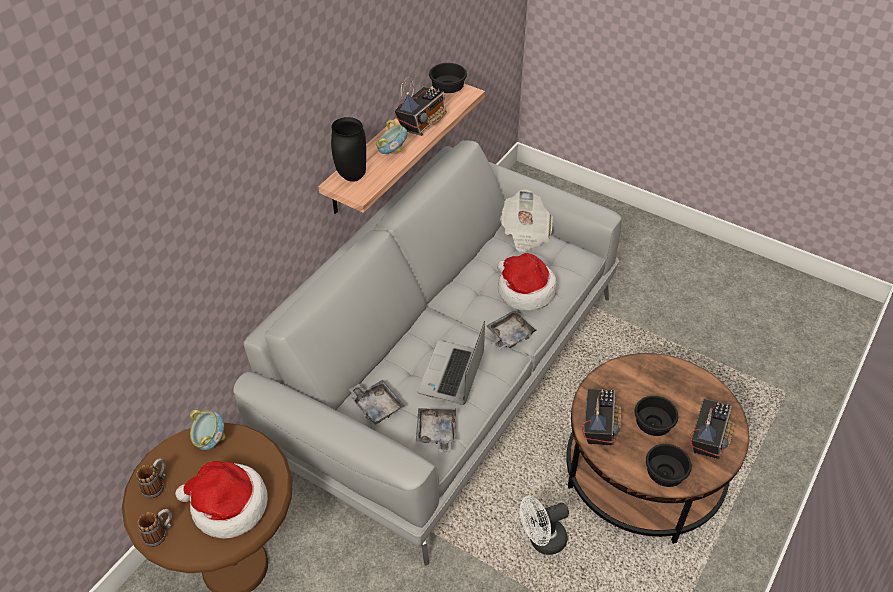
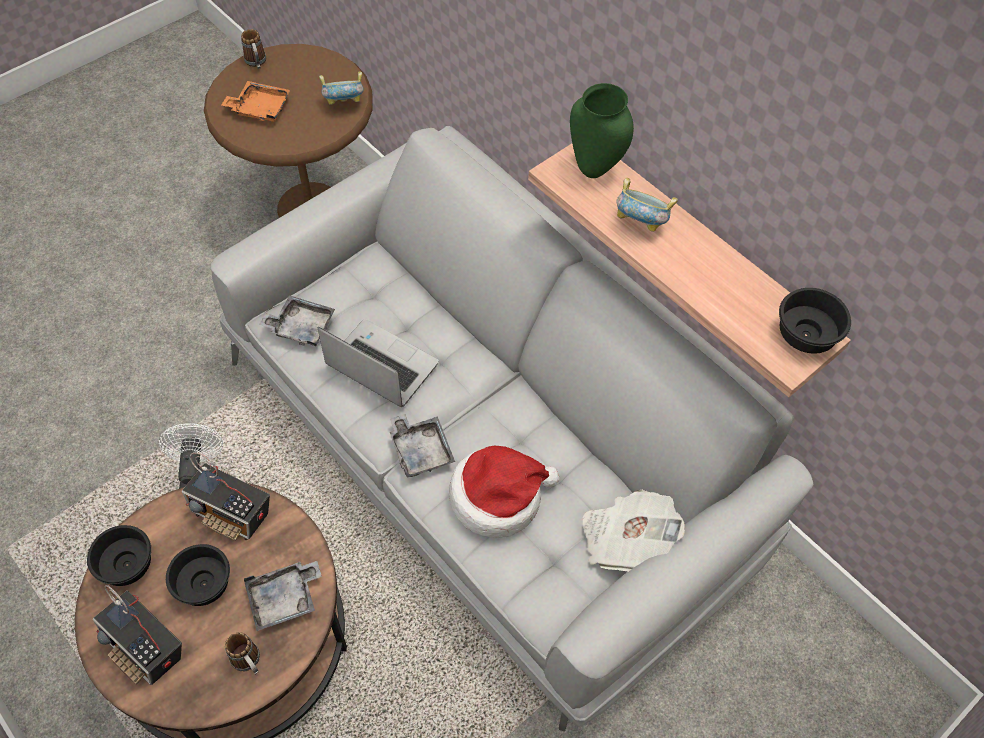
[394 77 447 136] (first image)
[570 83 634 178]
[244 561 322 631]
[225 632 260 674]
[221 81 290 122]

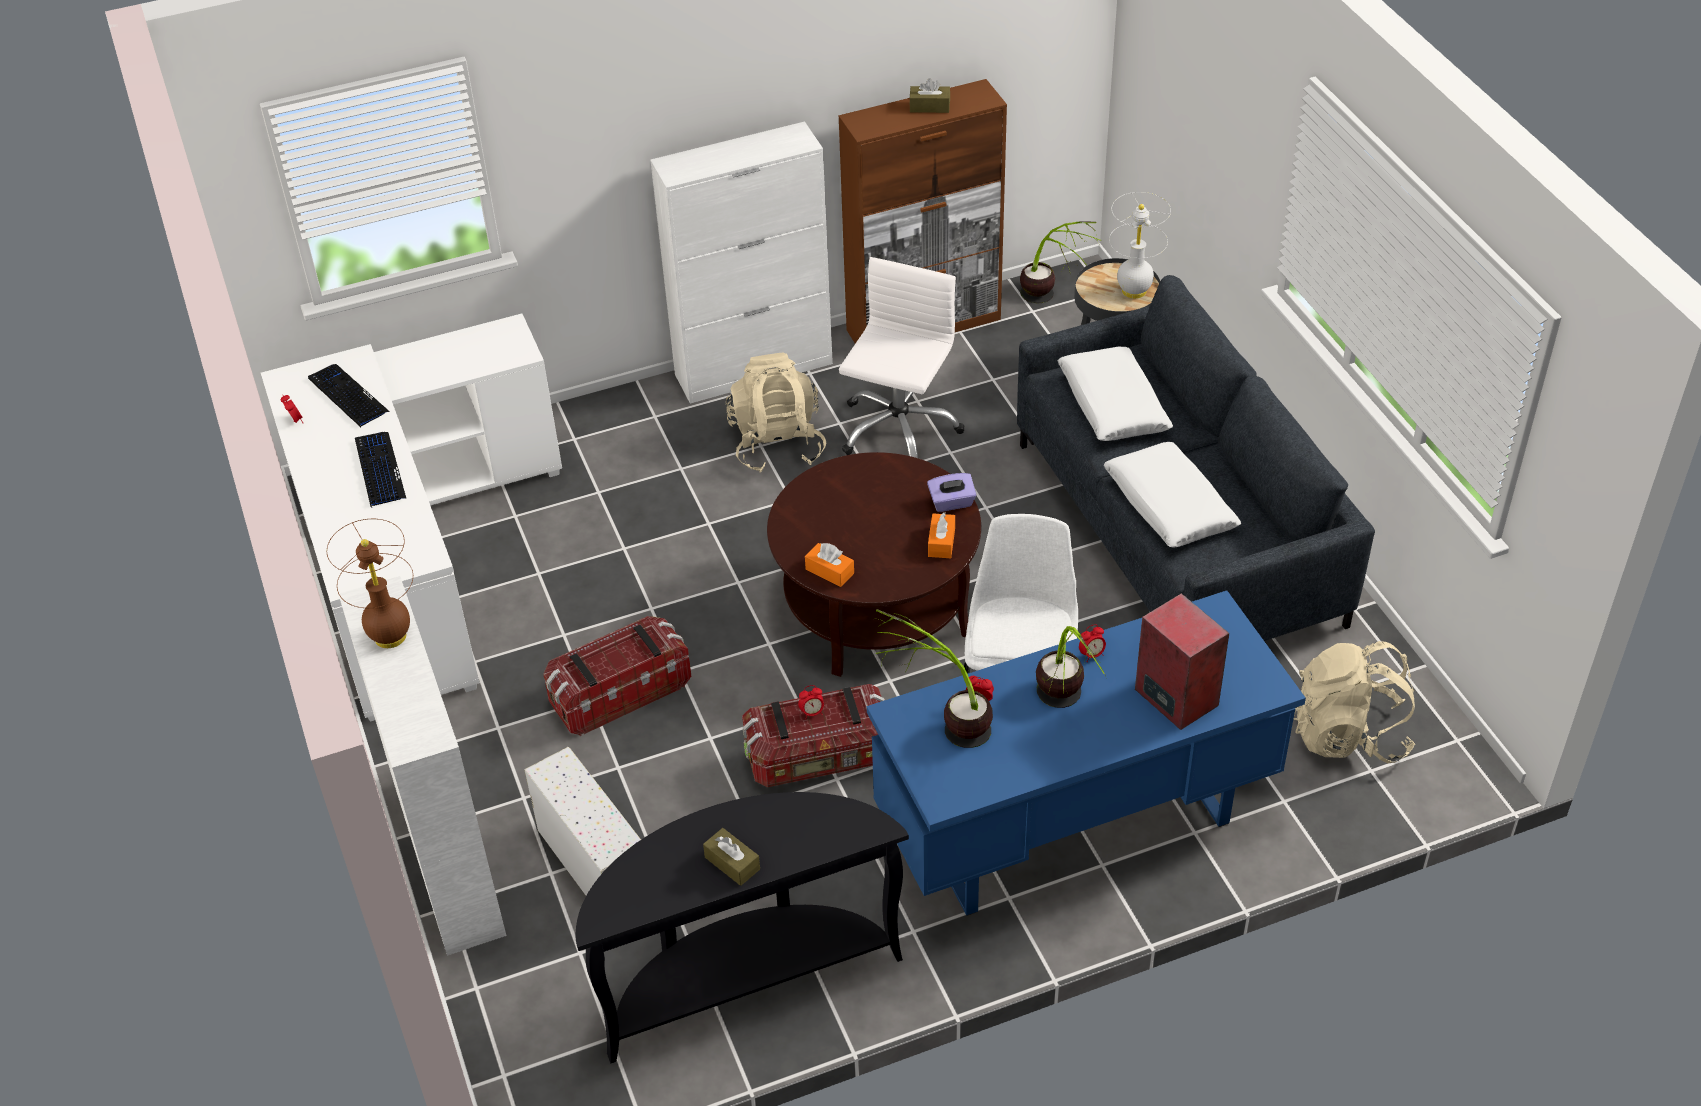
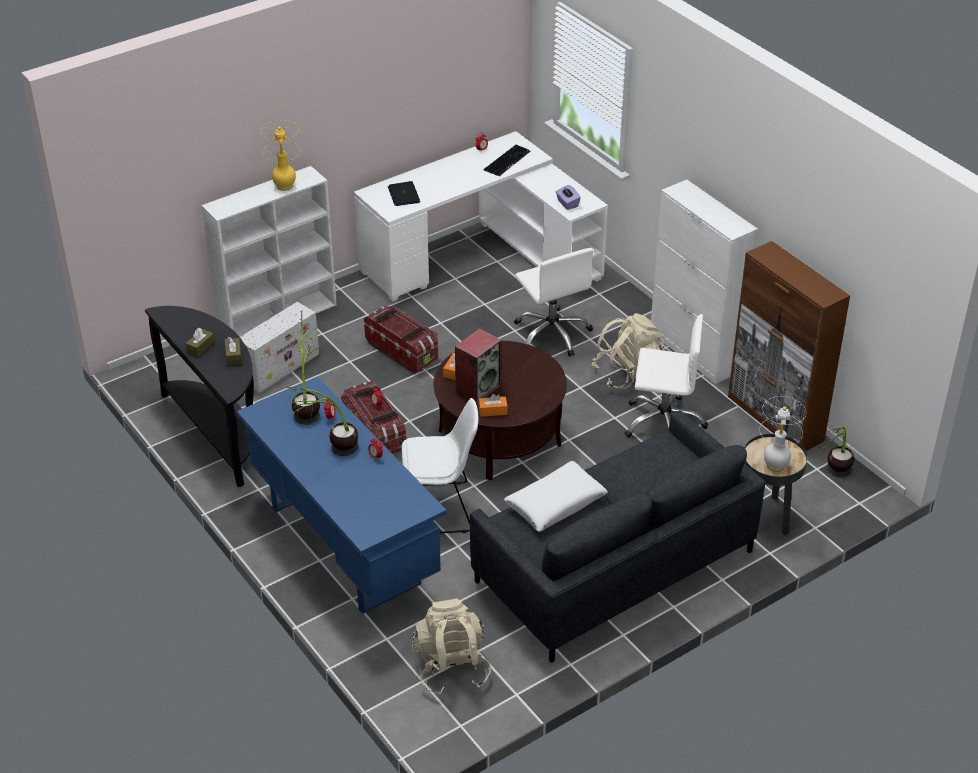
[225 337 242 365]
[1058 347 1173 441] (first image)
[355 432 406 507] (first image)
[556 185 581 210]
[260 120 301 191]
[455 328 501 404]
[388 181 420 206]
[514 248 594 357]

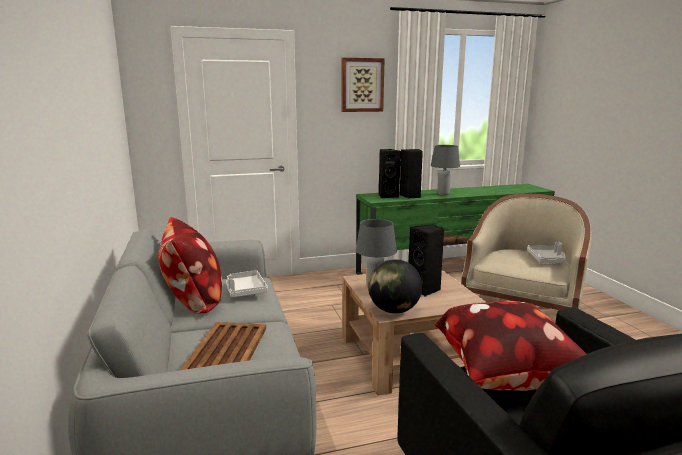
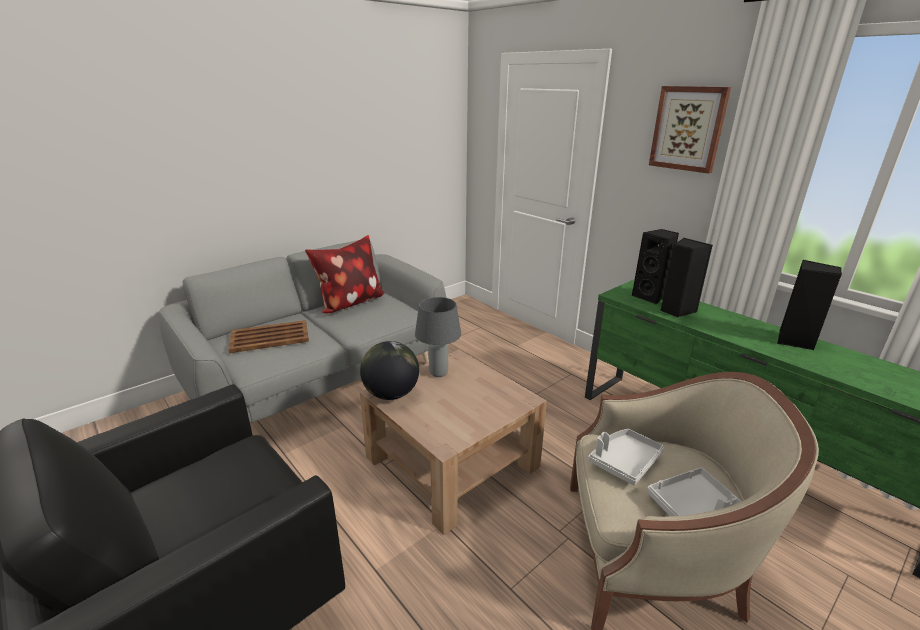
[431 145 460 196] (first image)
[777 260 842 350]
[588 429 664 486]
[435 302 586 391] (first image)

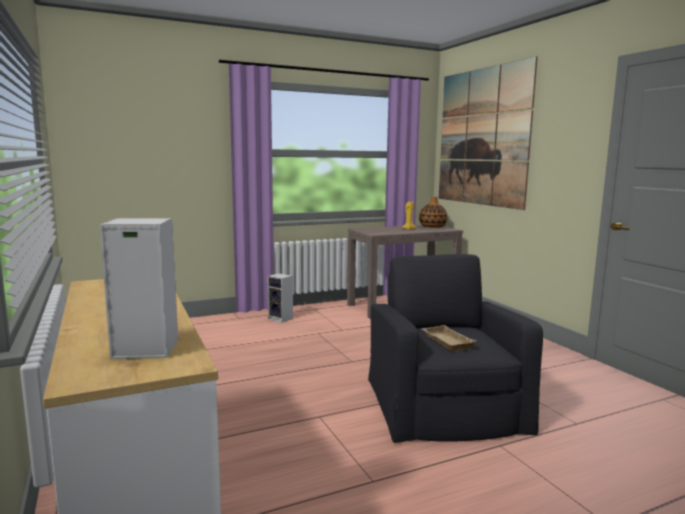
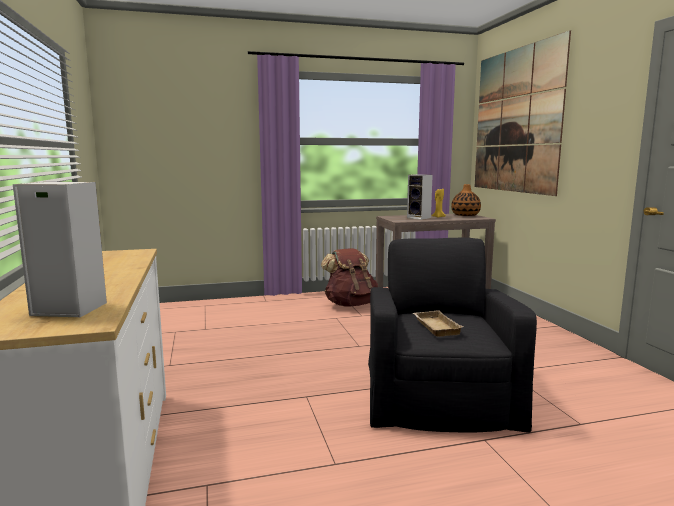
[407 174 433 220]
[321 248 378 307]

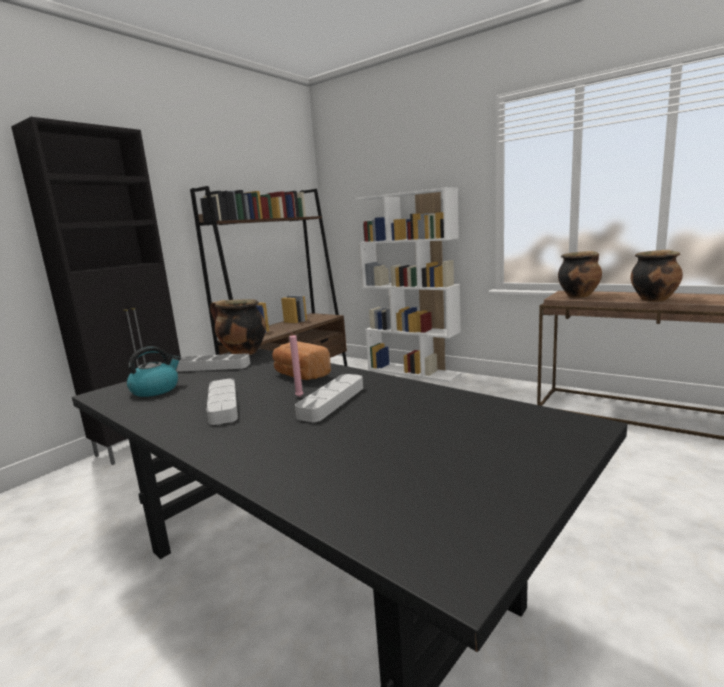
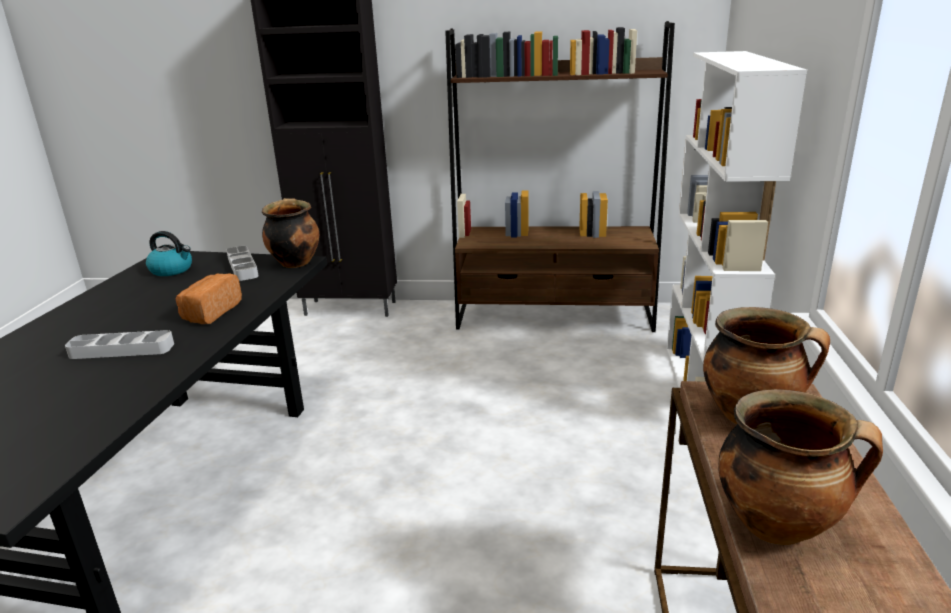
[287 329 304 397] (first image)
[207 379 238 425] (first image)

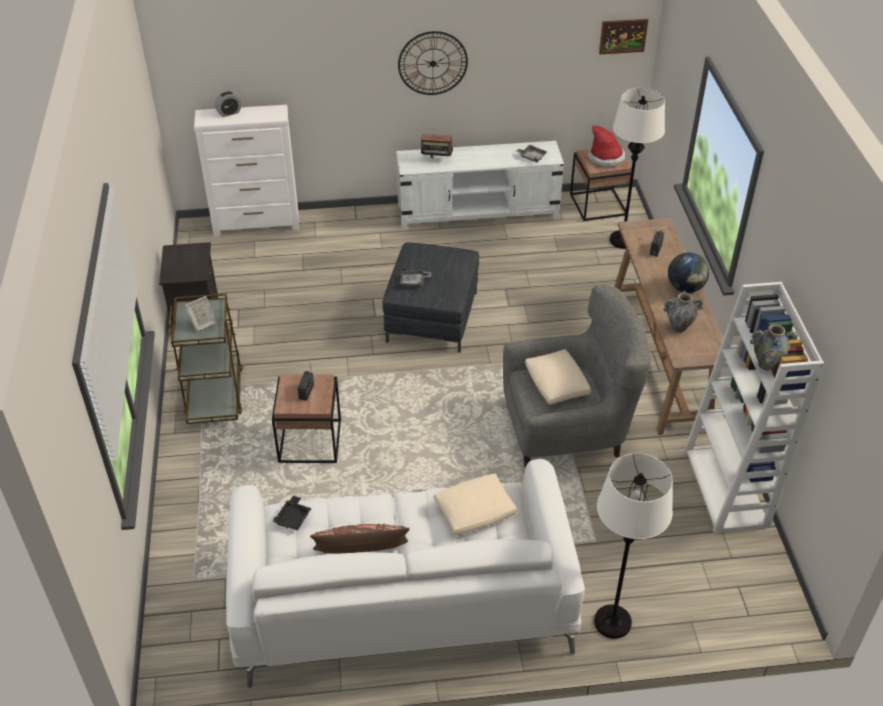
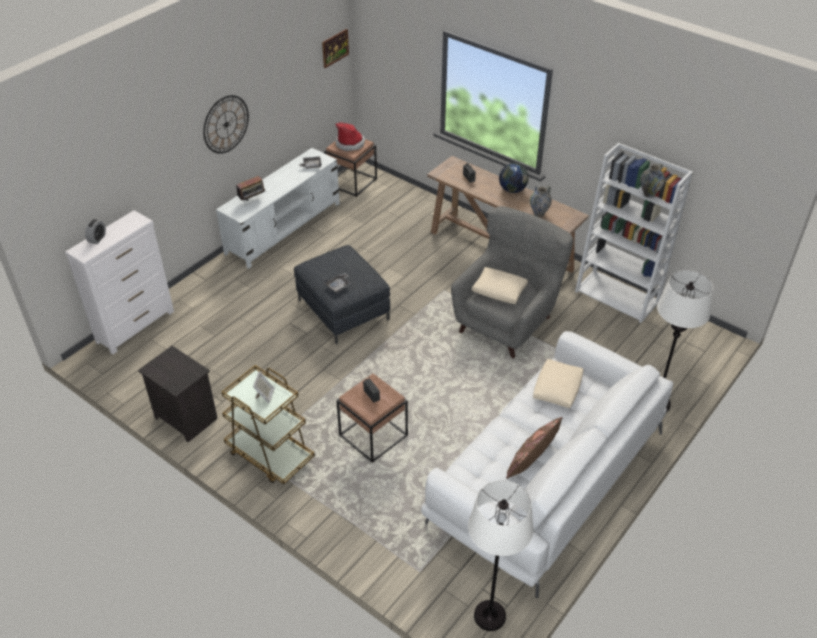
[468 480 534 631]
[273 495 312 531] (first image)

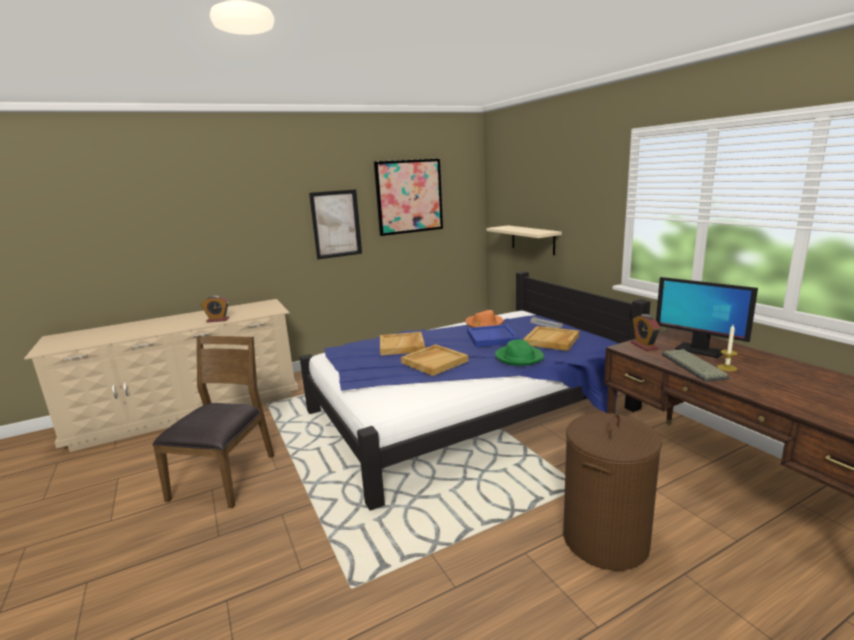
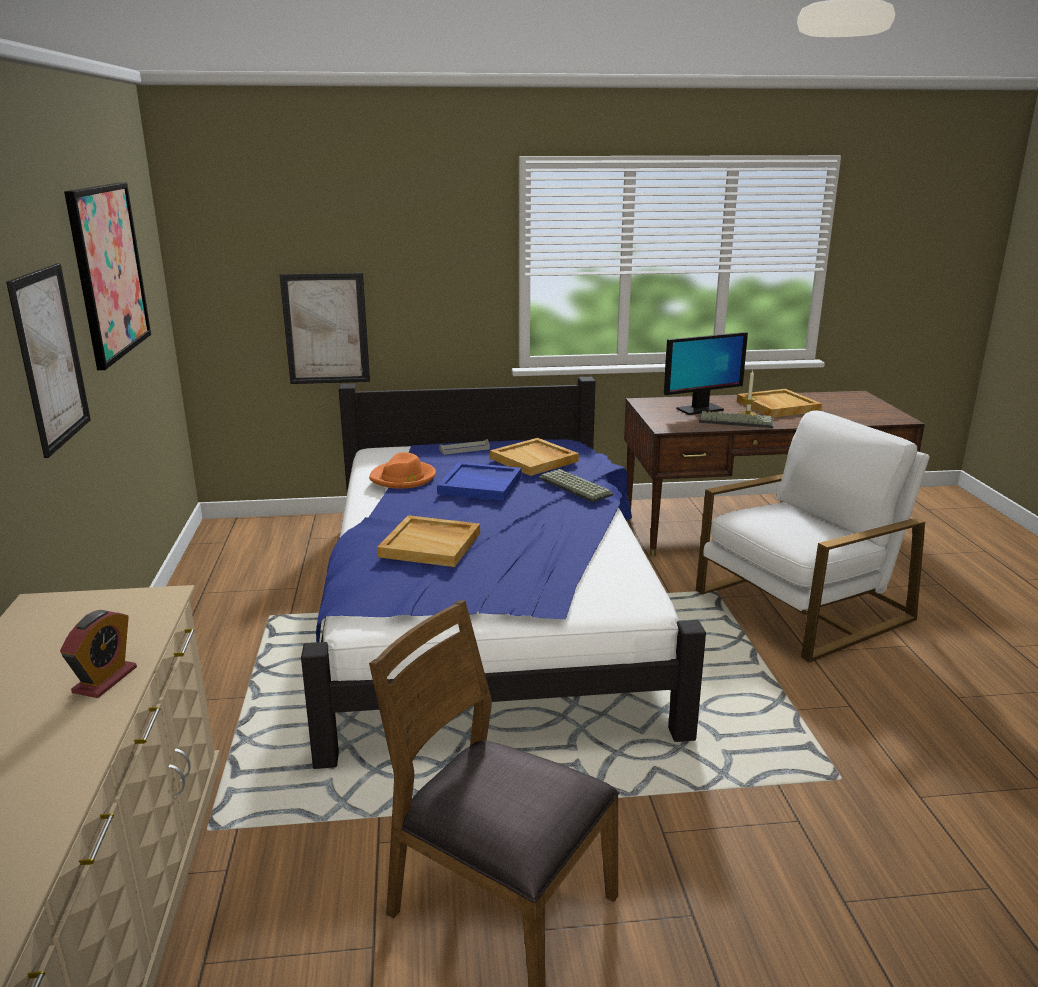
[279 273 370 384]
[631 314 660 351] (first image)
[539 469 613 502]
[737 389 822 418]
[696 410 930 662]

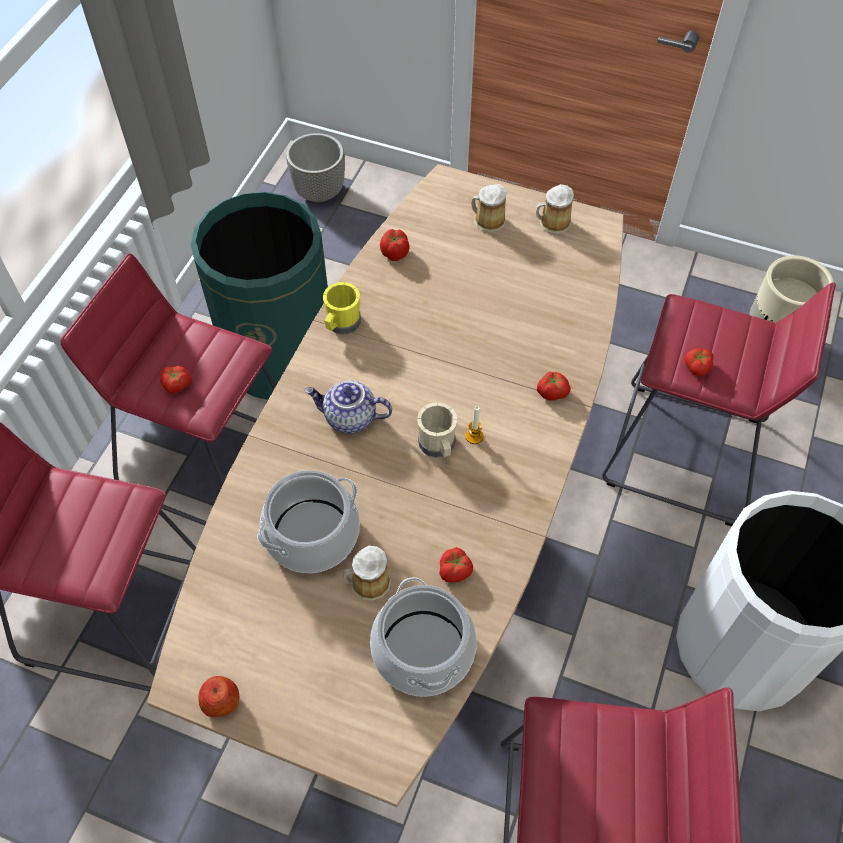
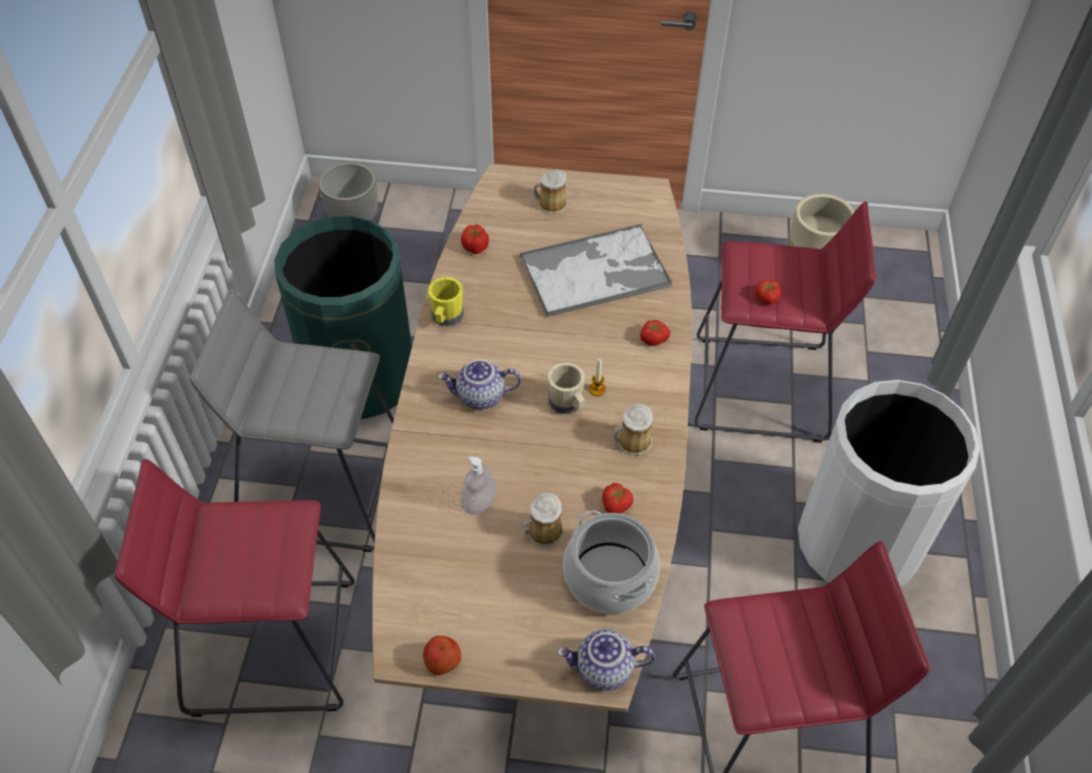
[613 404 653 455]
[190 289 394 552]
[160 366 192 393] (first image)
[461 456 497 515]
[520 224 672 317]
[557 629 655 691]

